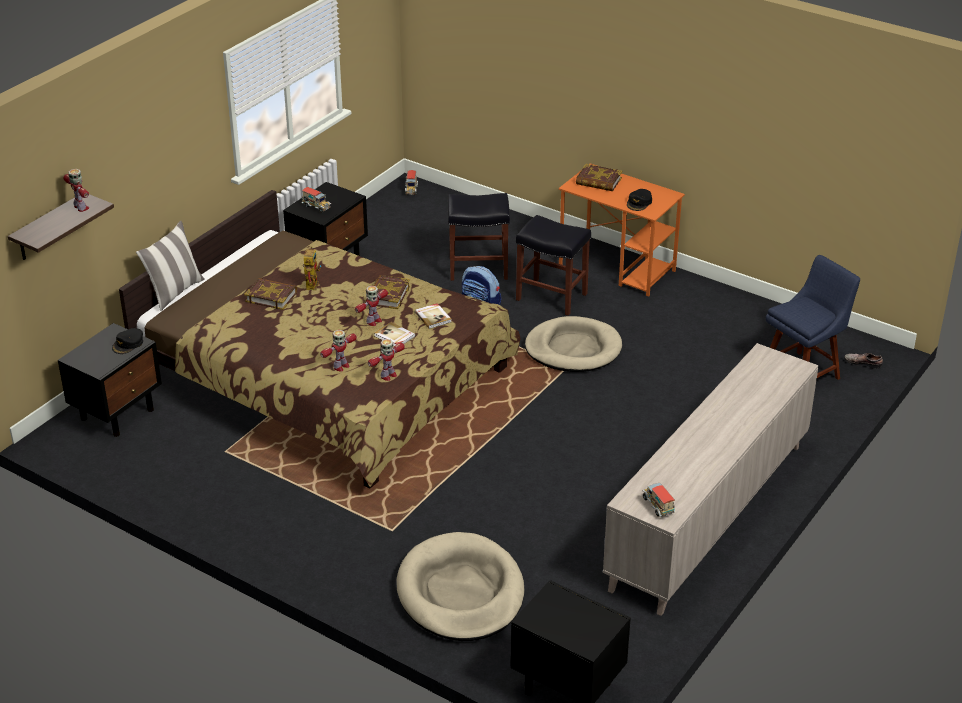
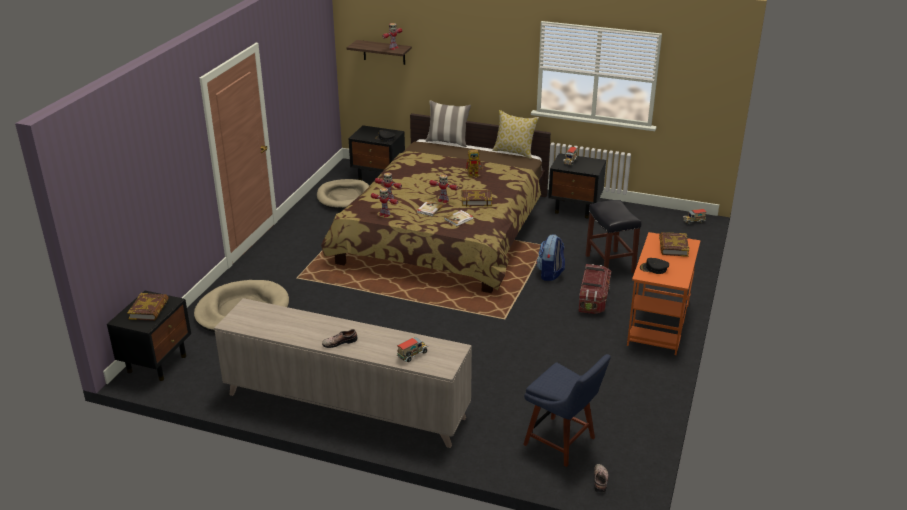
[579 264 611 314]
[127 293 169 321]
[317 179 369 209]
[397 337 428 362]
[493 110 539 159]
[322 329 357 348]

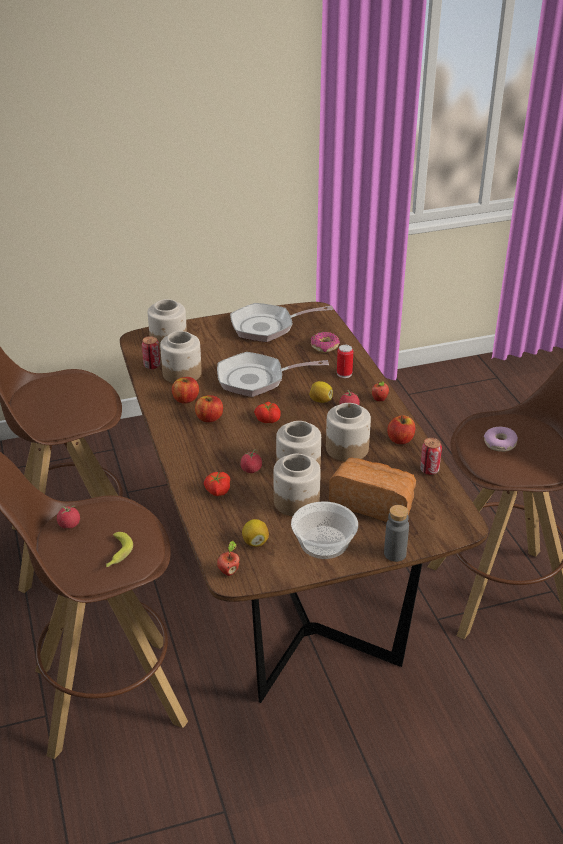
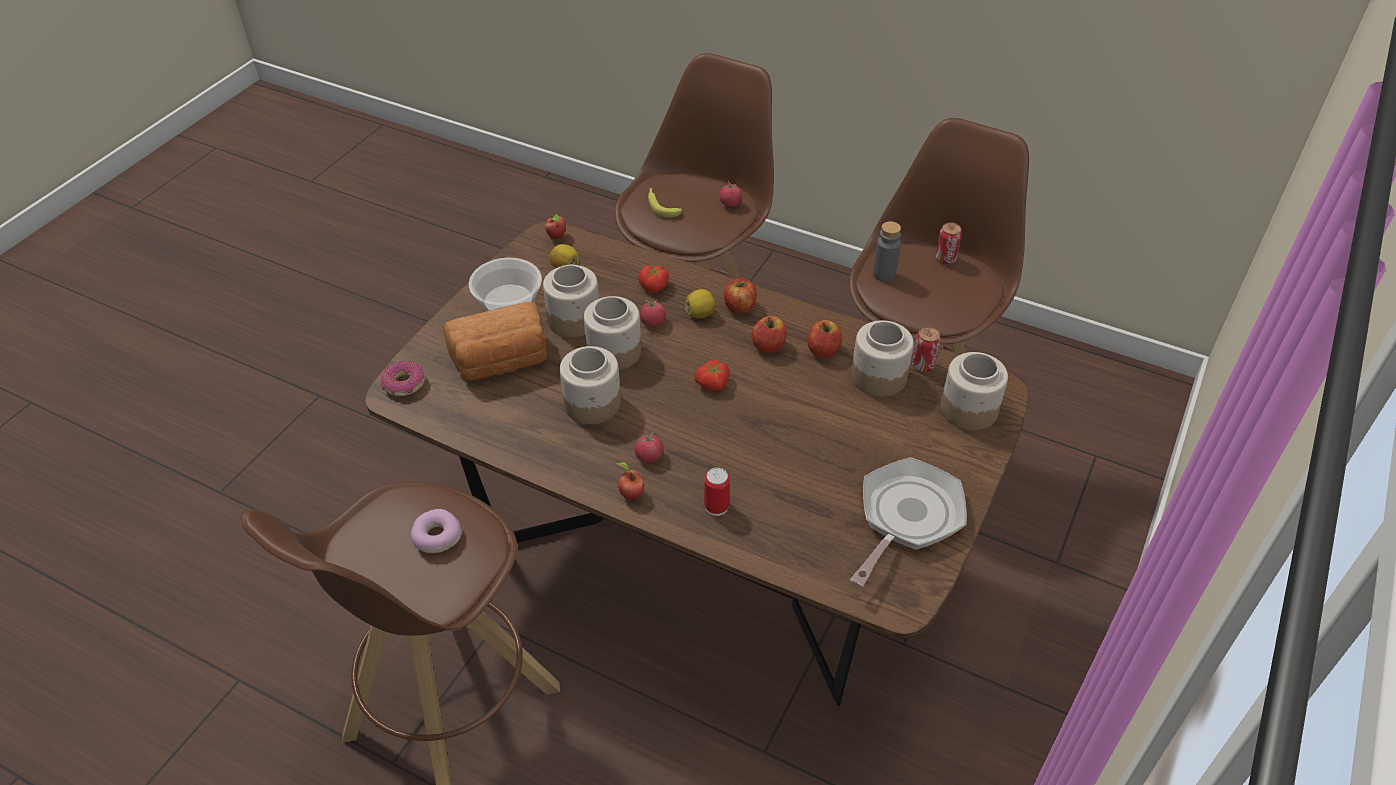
[381 361 425 396]
[217 352 329 397] (first image)
[685 289 715 318]
[724 278 757 314]
[935 223 962 264]
[873 221 901 282]

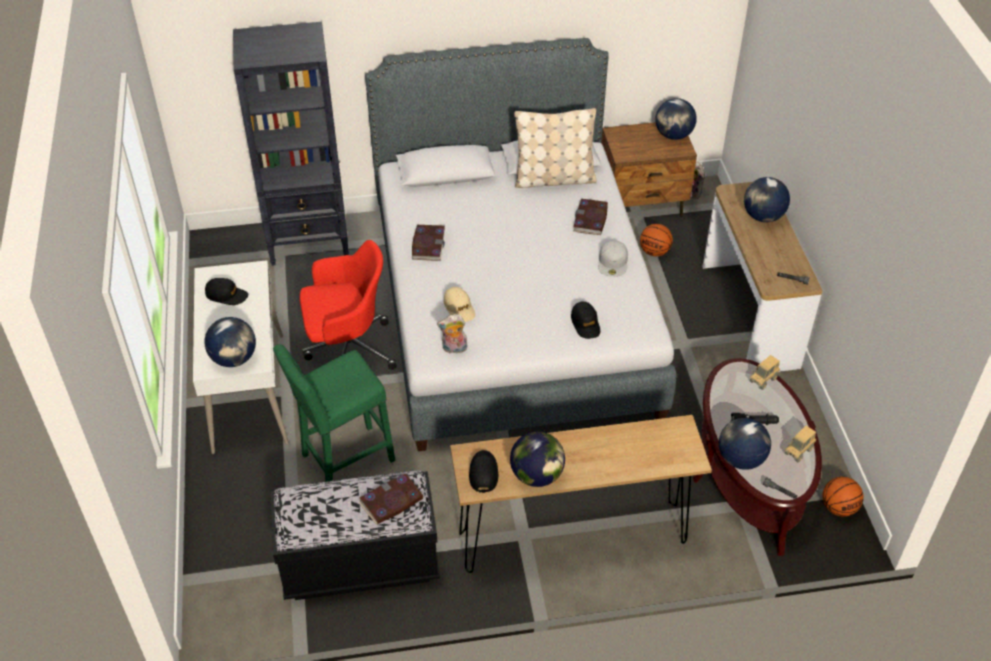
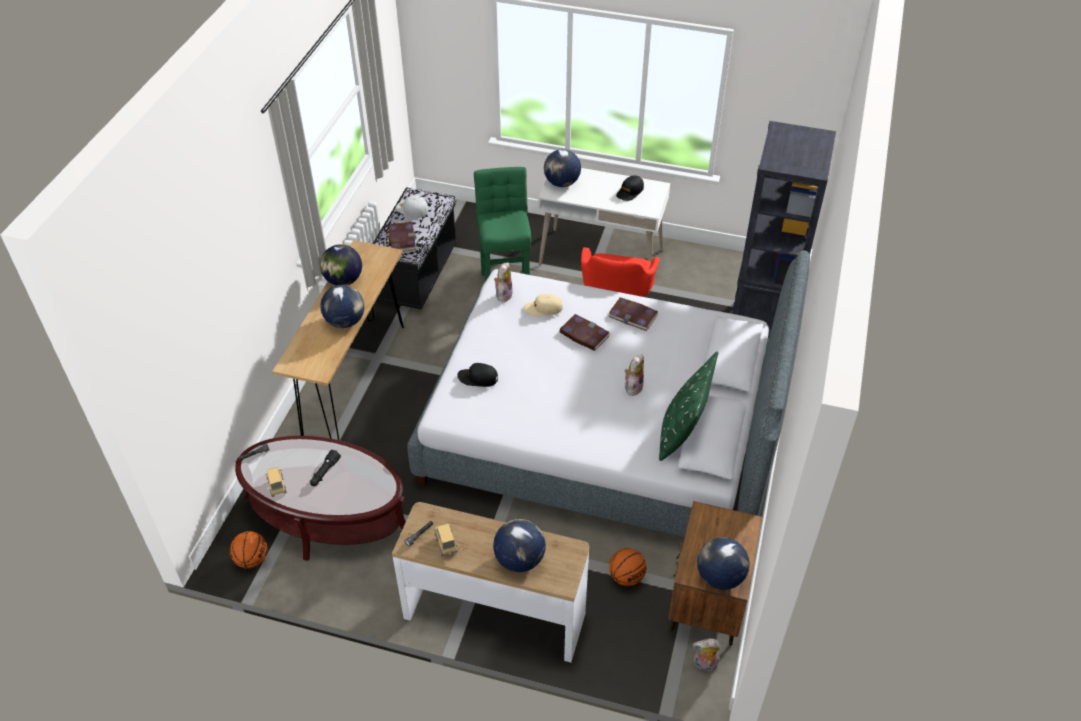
[659 352 718 461]
[560 314 610 351]
[396 195 429 218]
[435 523 458 556]
[320 285 364 328]
[469 450 498 493] (first image)
[625 354 644 396]

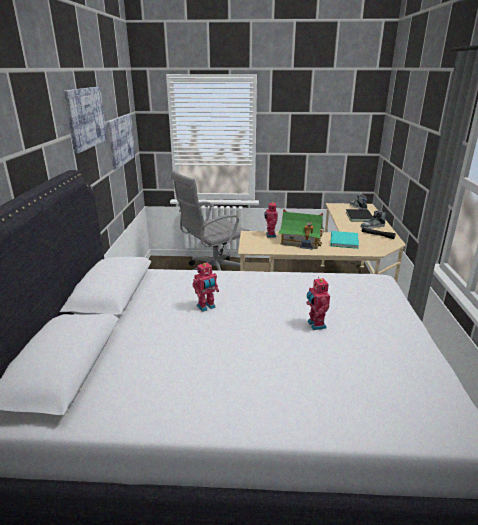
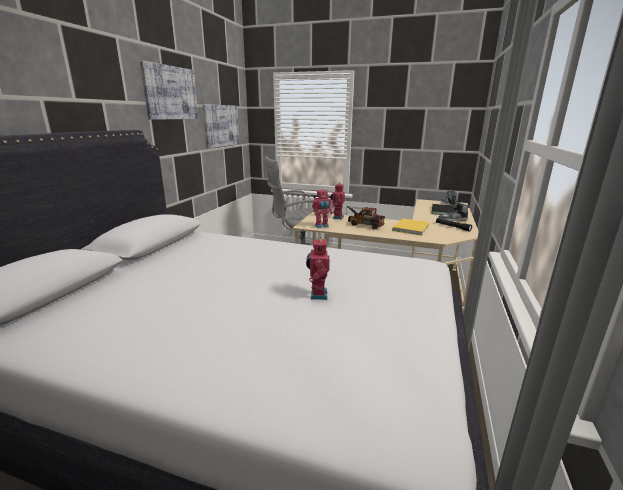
[347 206 385 230]
[392 218 430 235]
[312 189 332 228]

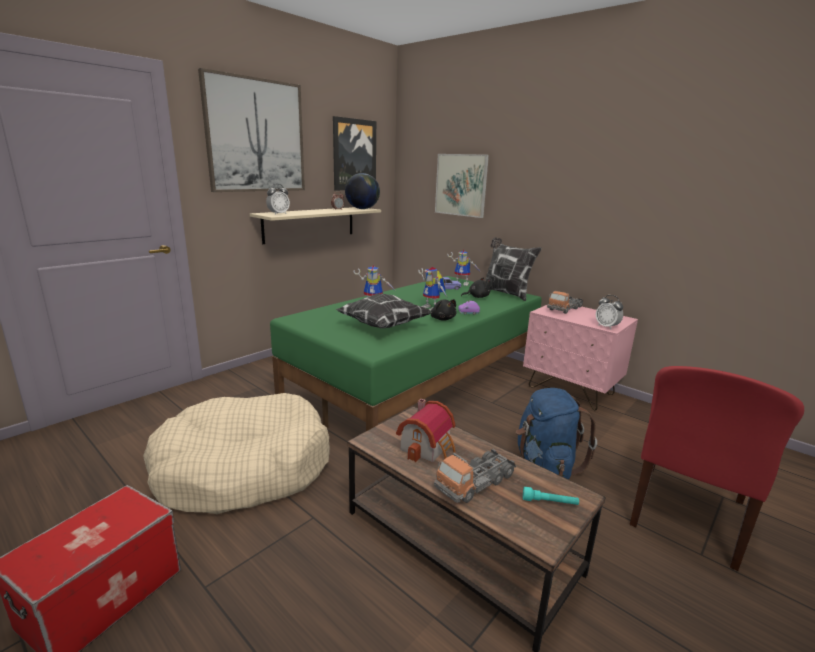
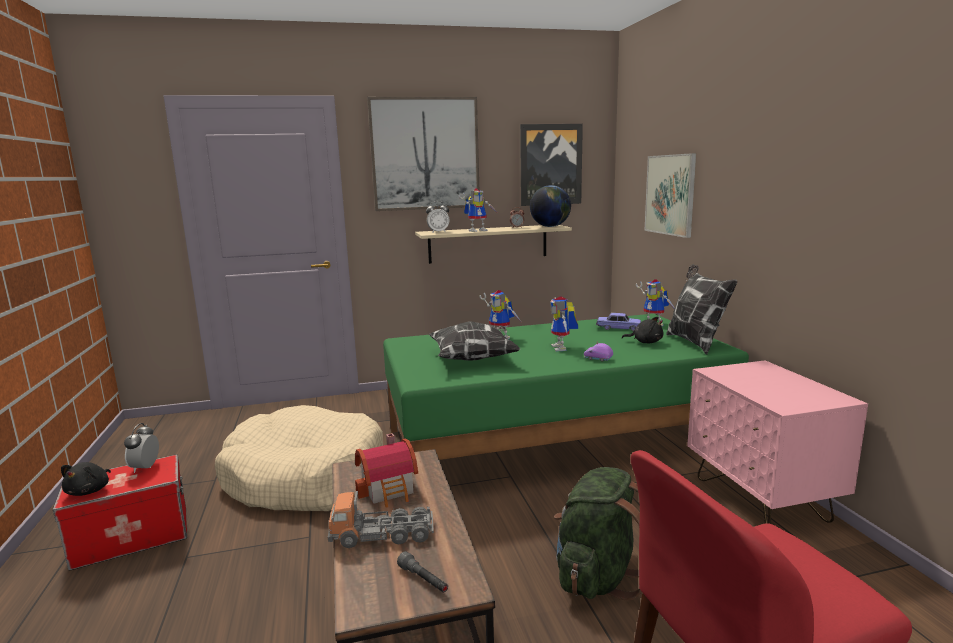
[547 291 583 314] (first image)
[124 423 159 473]
[61 462 111 496]
[554 467 641 601]
[397 551 448 593]
[459 188 497 232]

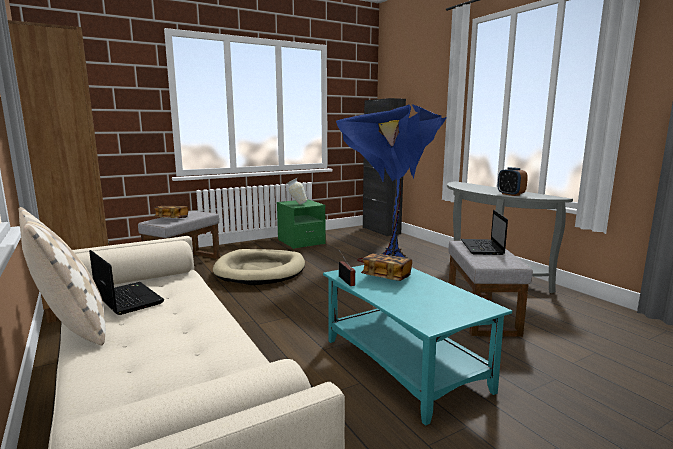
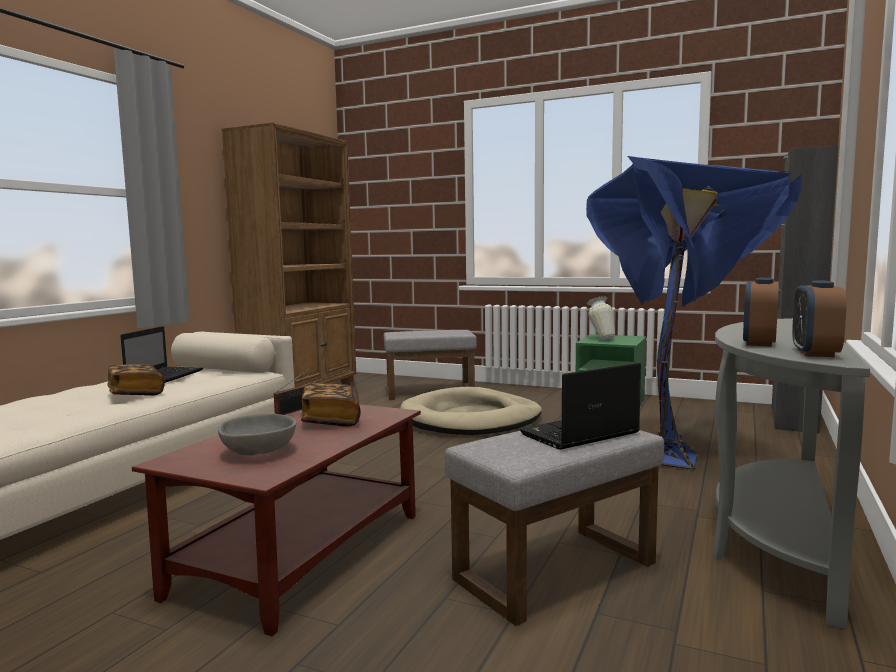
[108 364 164 396]
[19 207 106 345] (first image)
[132 404 421 636]
[792 281 847 357]
[218 414 296 456]

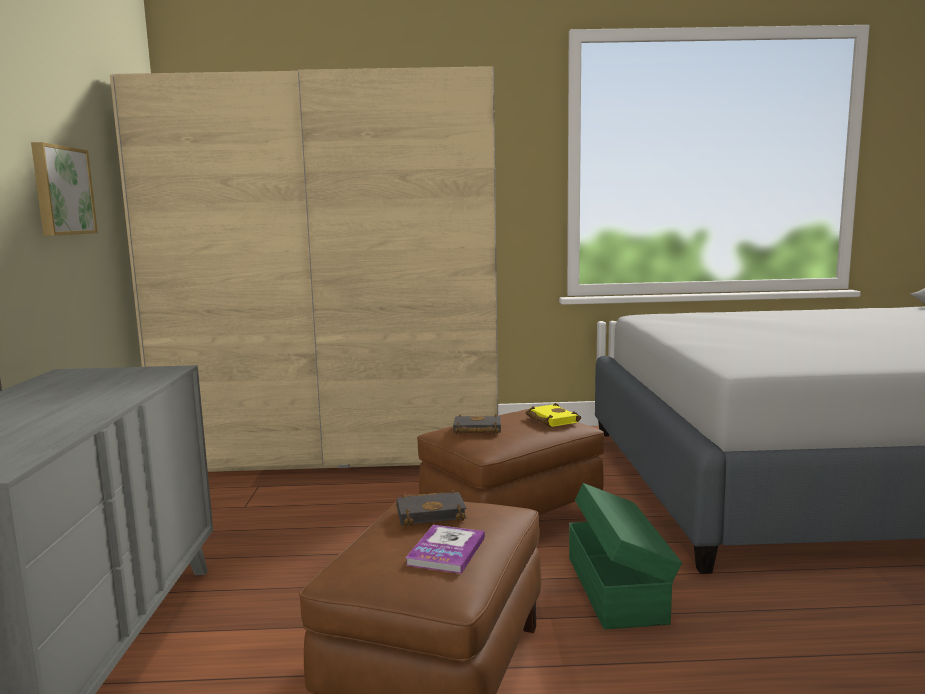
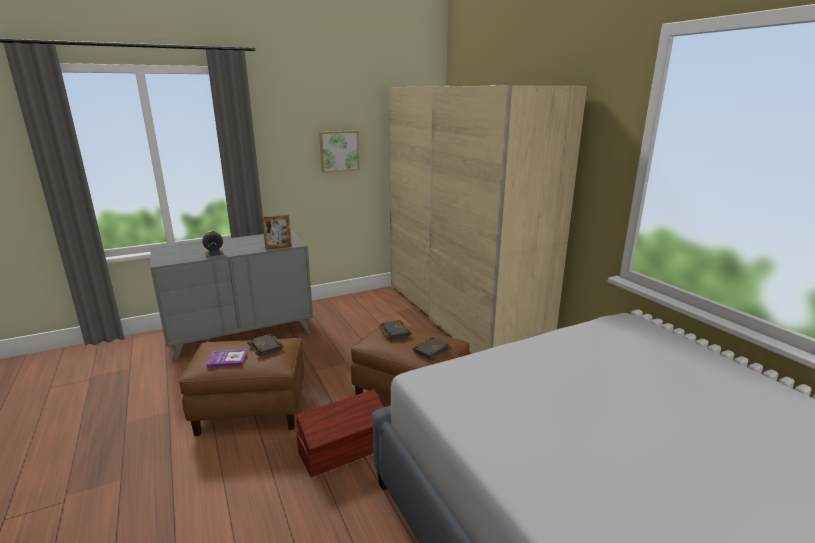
[413 337 451 360]
[296 389 383 477]
[262 215 292 249]
[202 231 224 257]

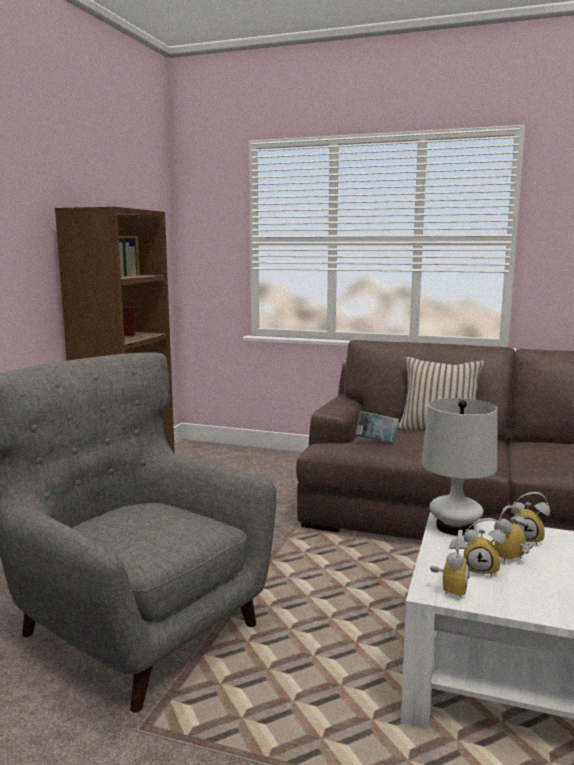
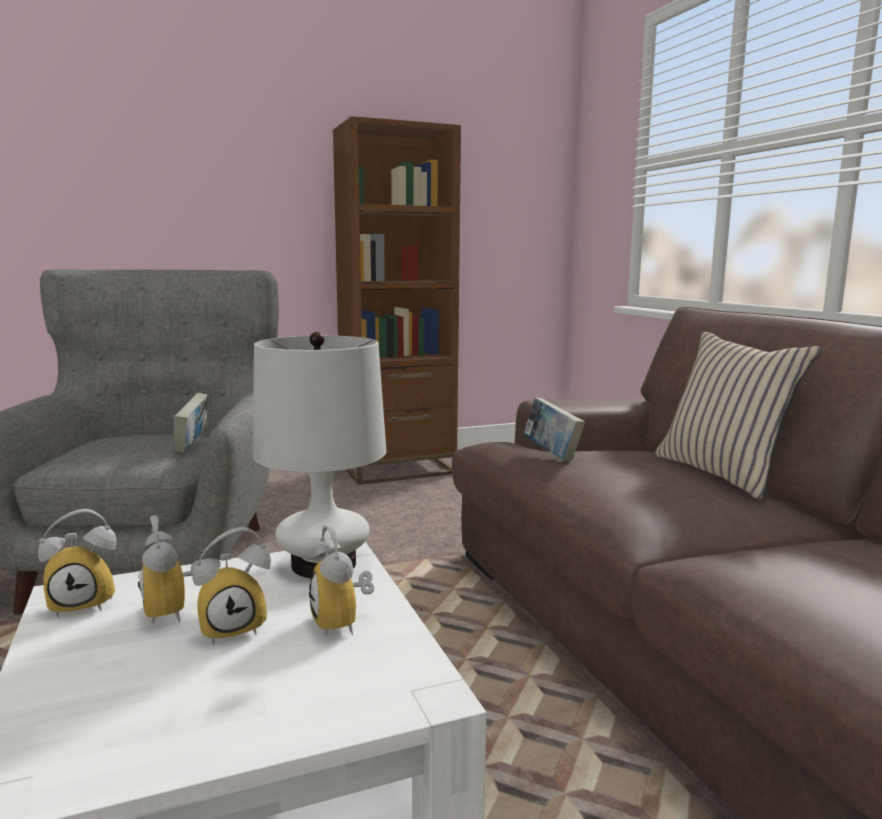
[193 527 271 645]
[173 393 208 453]

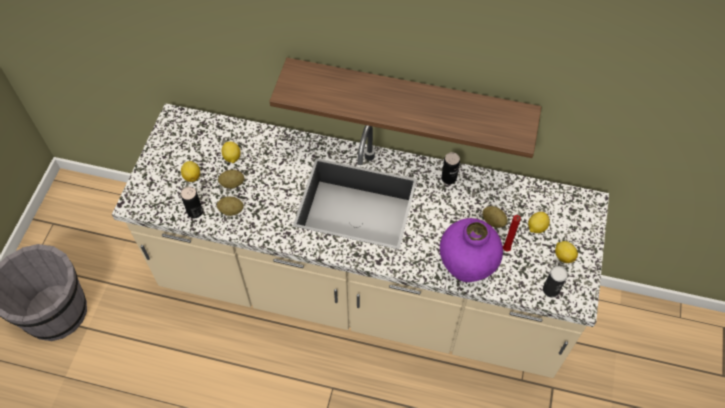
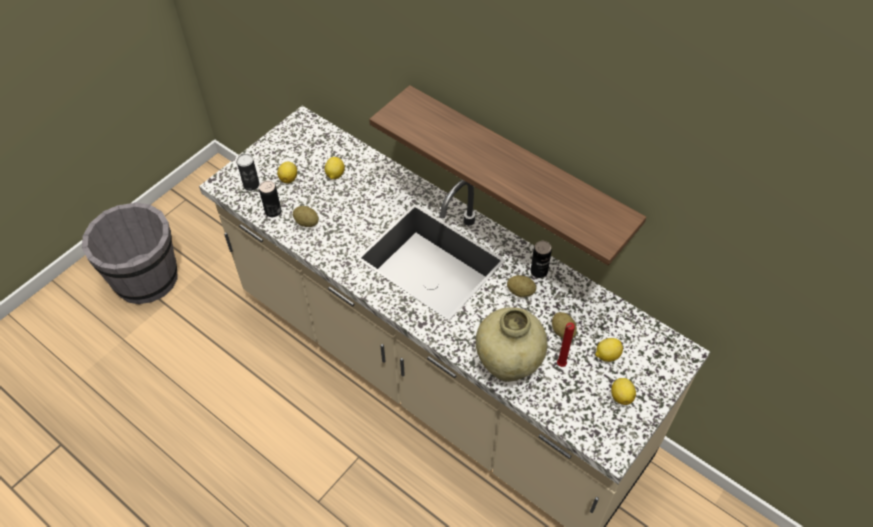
[507 275 536 297]
[476 307 547 382]
[237 154 259 191]

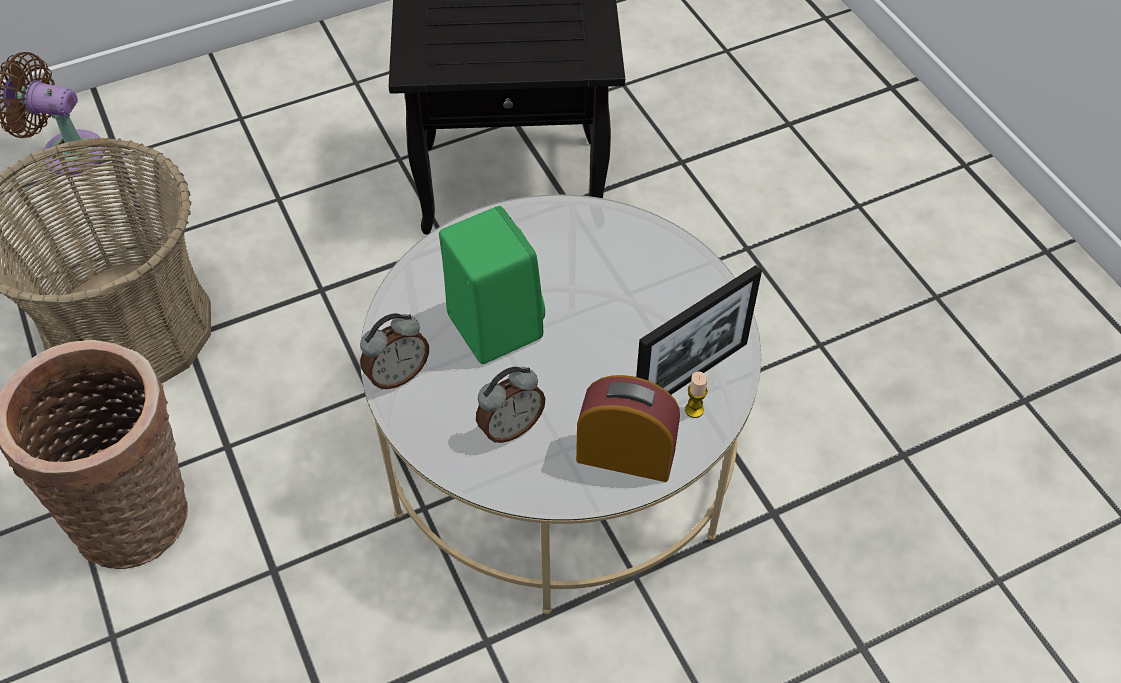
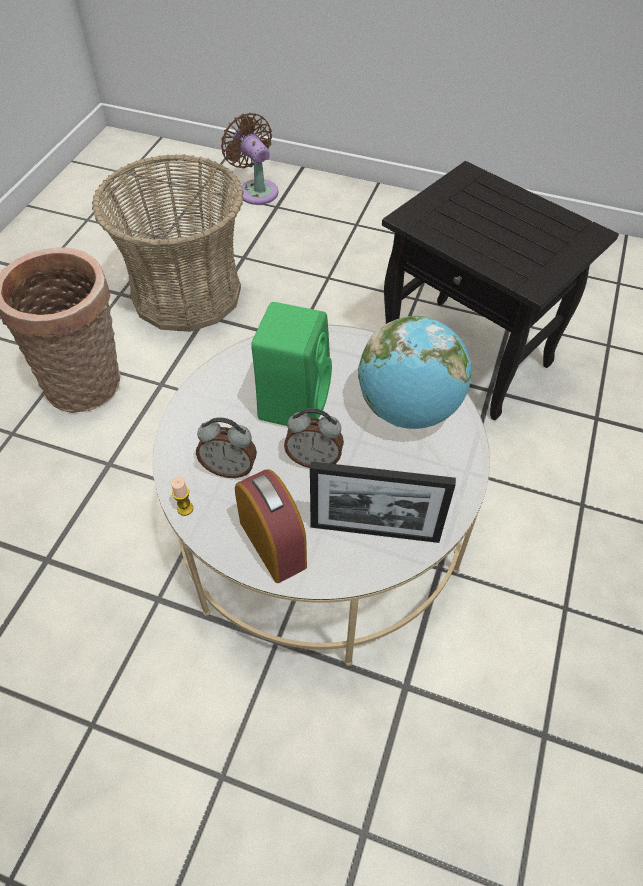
[284 408 344 468]
[171 476 193 516]
[358 316 472 429]

